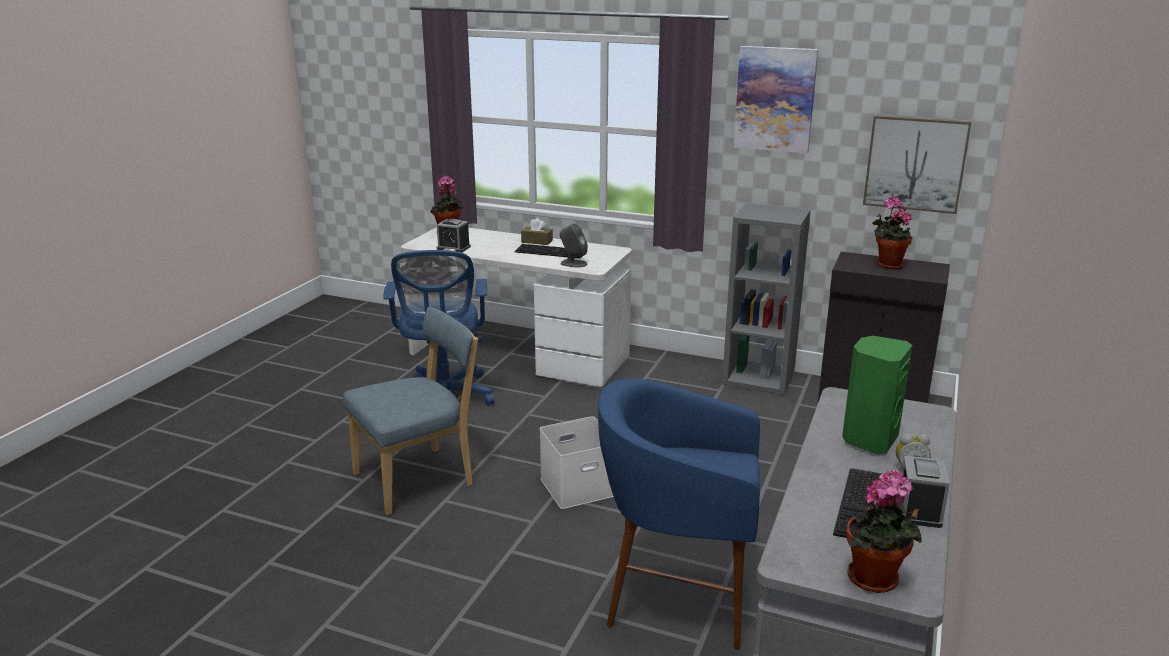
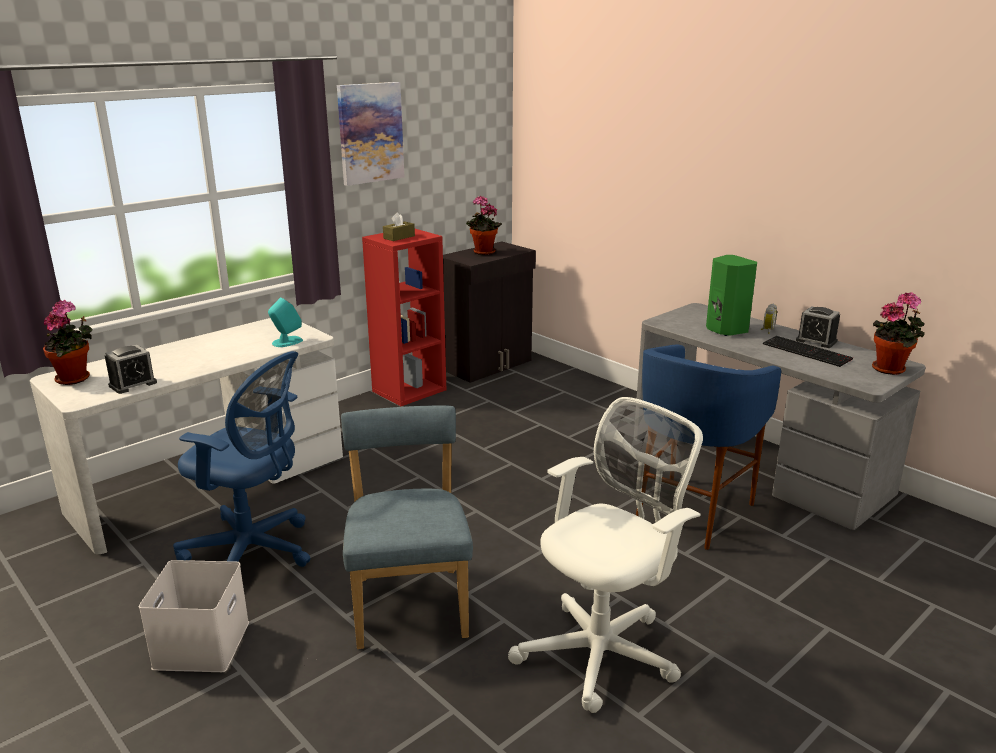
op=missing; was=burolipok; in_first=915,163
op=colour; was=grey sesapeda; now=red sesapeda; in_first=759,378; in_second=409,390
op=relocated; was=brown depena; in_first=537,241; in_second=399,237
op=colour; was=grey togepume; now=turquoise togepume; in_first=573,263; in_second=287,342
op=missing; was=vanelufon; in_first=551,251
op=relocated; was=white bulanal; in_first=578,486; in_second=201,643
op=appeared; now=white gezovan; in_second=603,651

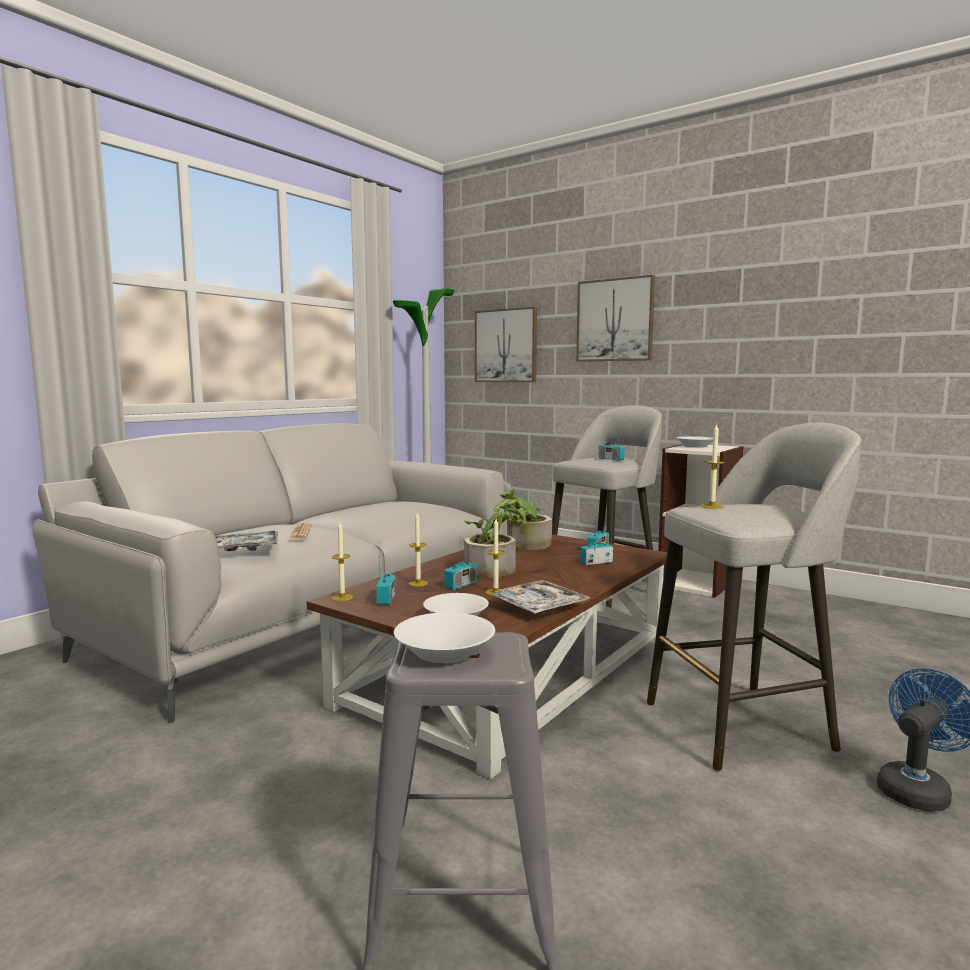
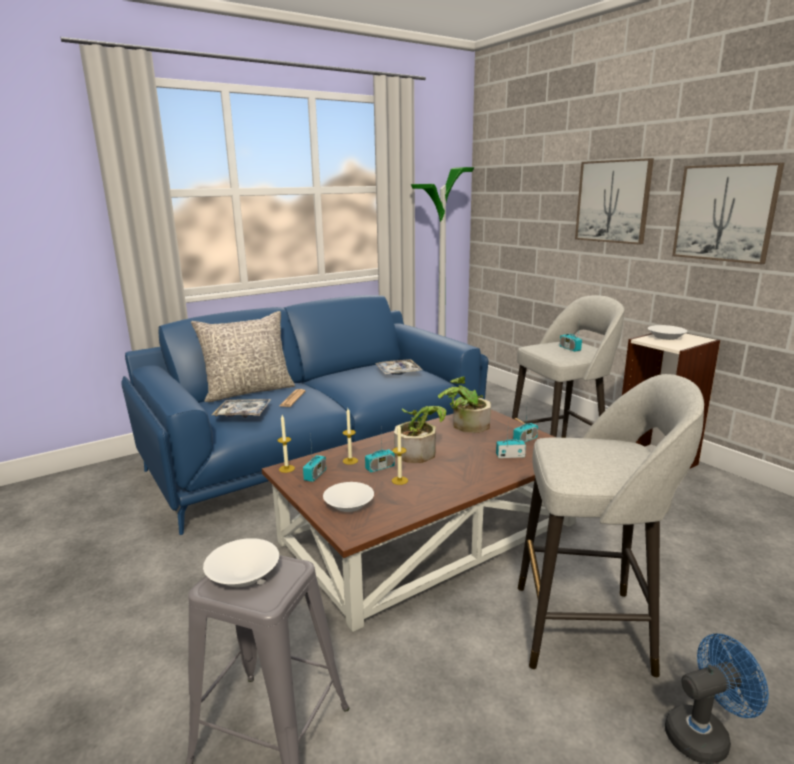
op=relocated; was=burolipok; in_first=506,346; in_second=725,213
op=colour; was=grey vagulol; now=blue vagulol; in_first=315,613; in_second=319,450
op=missing; was=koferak; in_first=712,506
op=relocated; was=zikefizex; in_first=538,606; in_second=398,372
op=appeared; now=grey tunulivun; in_second=248,391

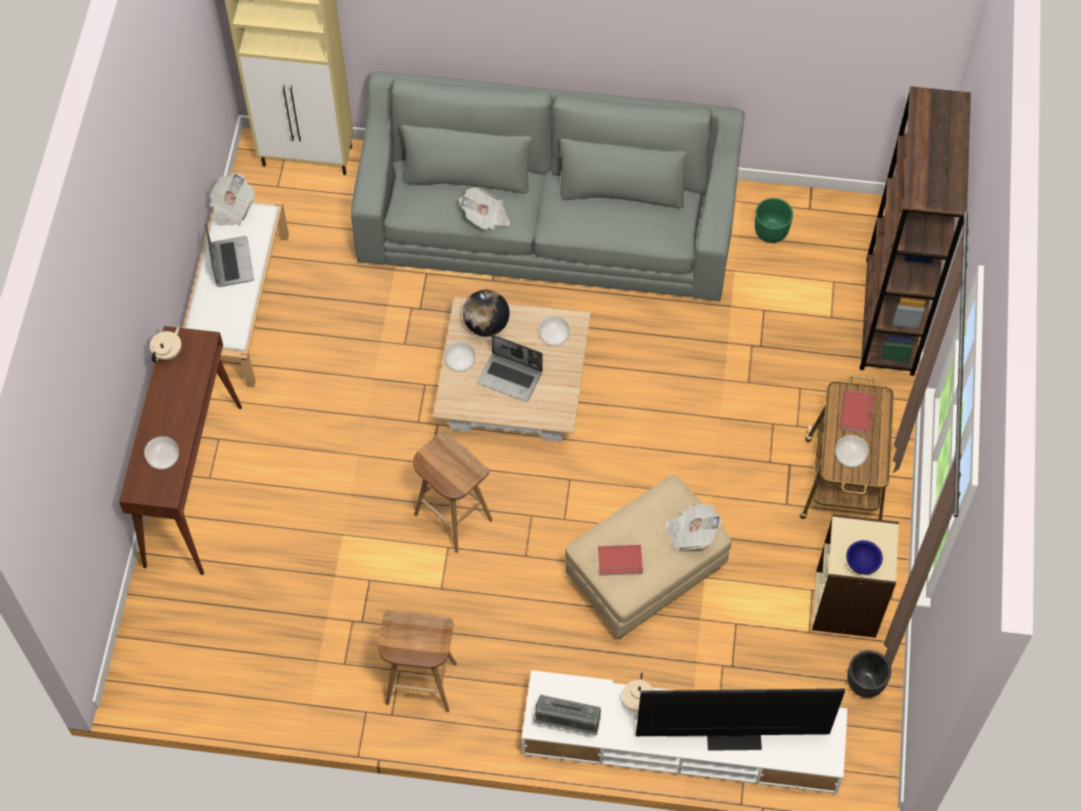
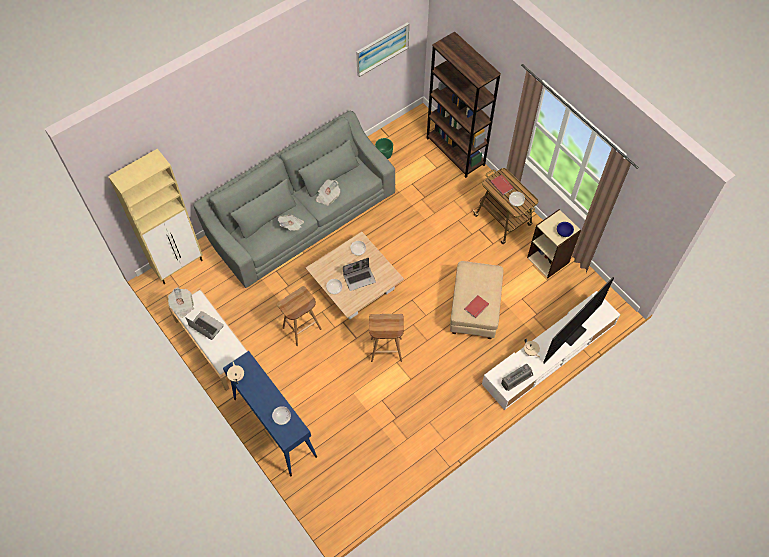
op=missing; was=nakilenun; in_first=486,325
op=colour; was=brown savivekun; now=blue savivekun; in_first=193,484; in_second=274,427
op=relocated; was=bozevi; in_first=691,533; in_second=327,196
op=relocated; was=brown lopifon; in_first=420,684; in_second=301,329
op=missing; was=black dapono; in_first=864,683
op=appeared; now=burolipok; in_second=382,49

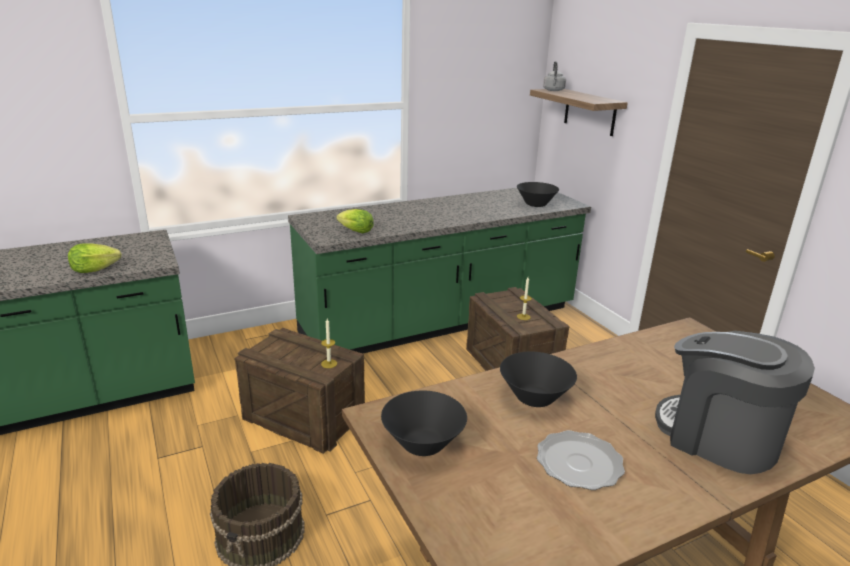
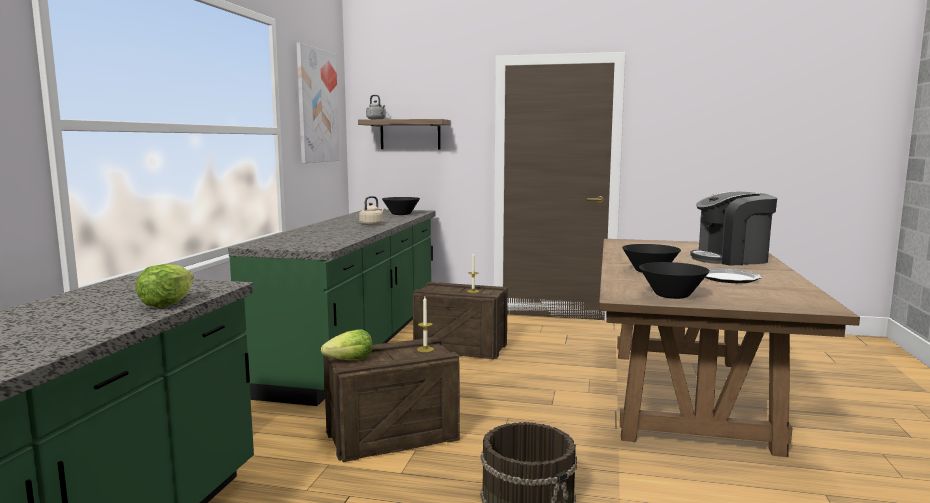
op=relocated; was=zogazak; in_first=356,231; in_second=350,360
op=appeared; now=burolipok; in_second=317,106
op=appeared; now=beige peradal; in_second=372,224

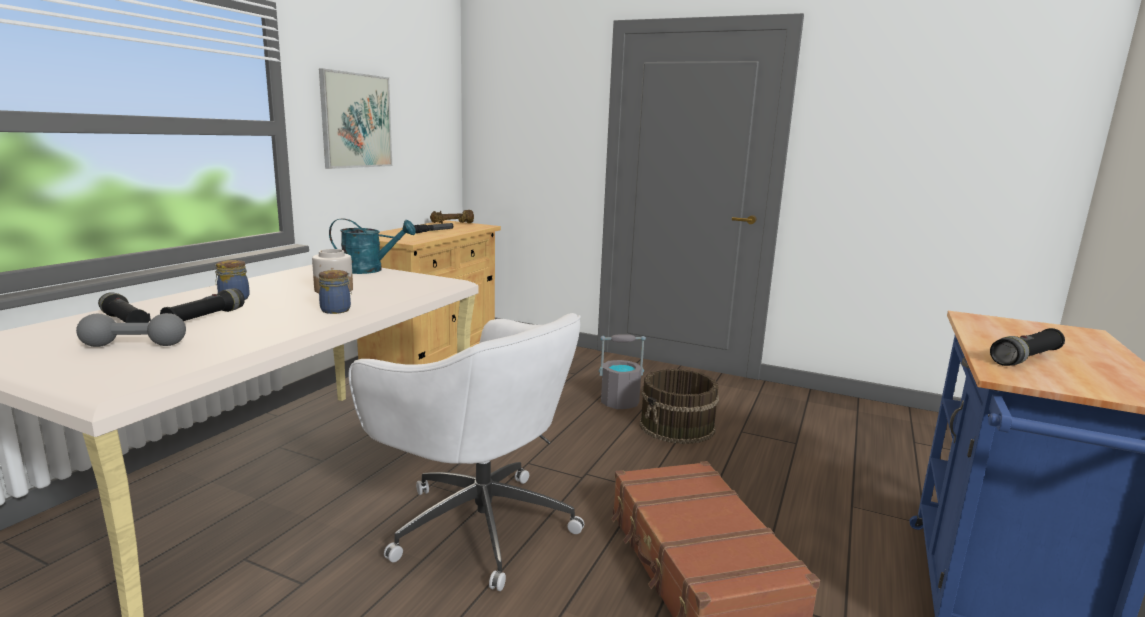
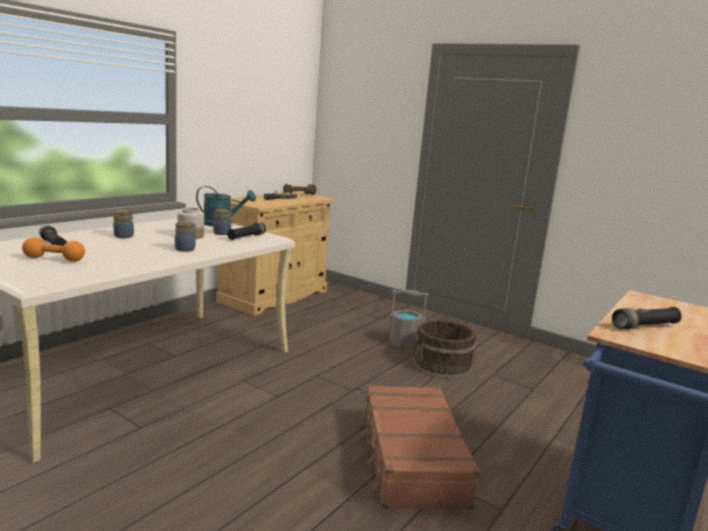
op=missing; was=burolipok; in_first=356,121
op=relocated; was=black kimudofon; in_first=205,317; in_second=246,237
op=colour; was=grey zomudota; now=orange zomudota; in_first=134,345; in_second=54,259
op=missing; was=white gezovan; in_first=478,523
op=appeared; now=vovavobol; in_second=223,233

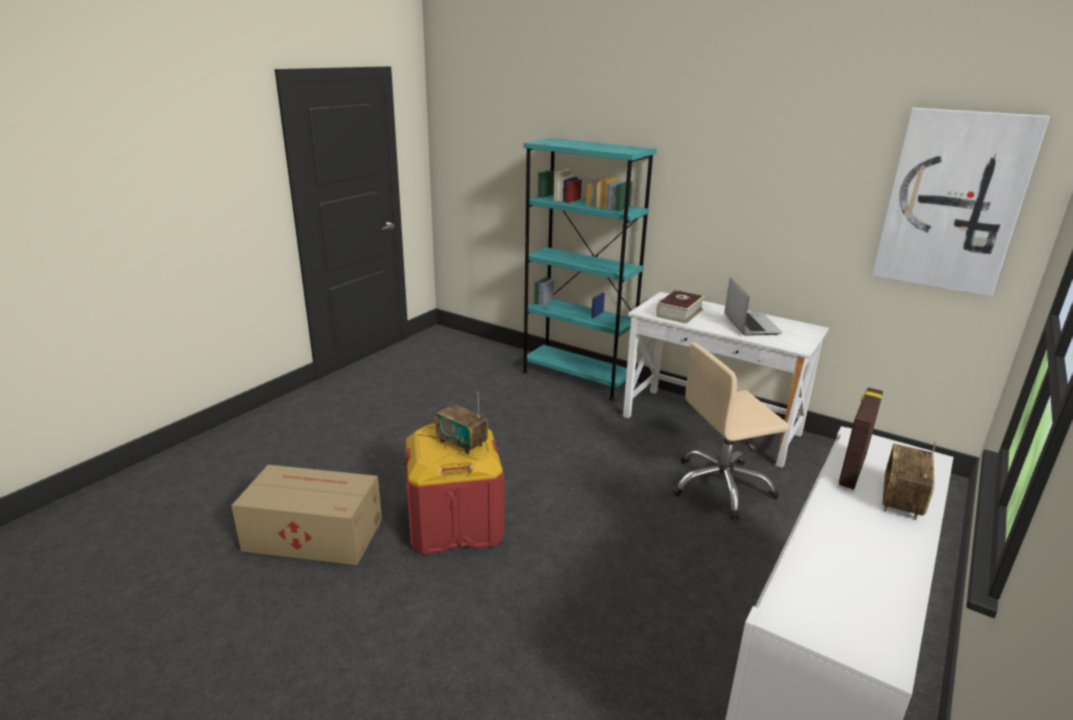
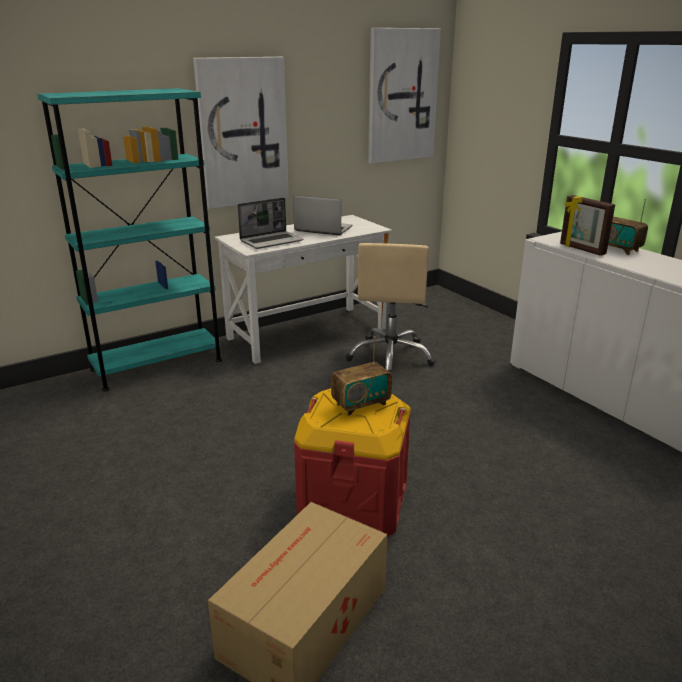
op=exchanged; was=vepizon; now=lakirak; in_first=679,313; in_second=272,241
op=appeared; now=burolipok; in_second=242,133

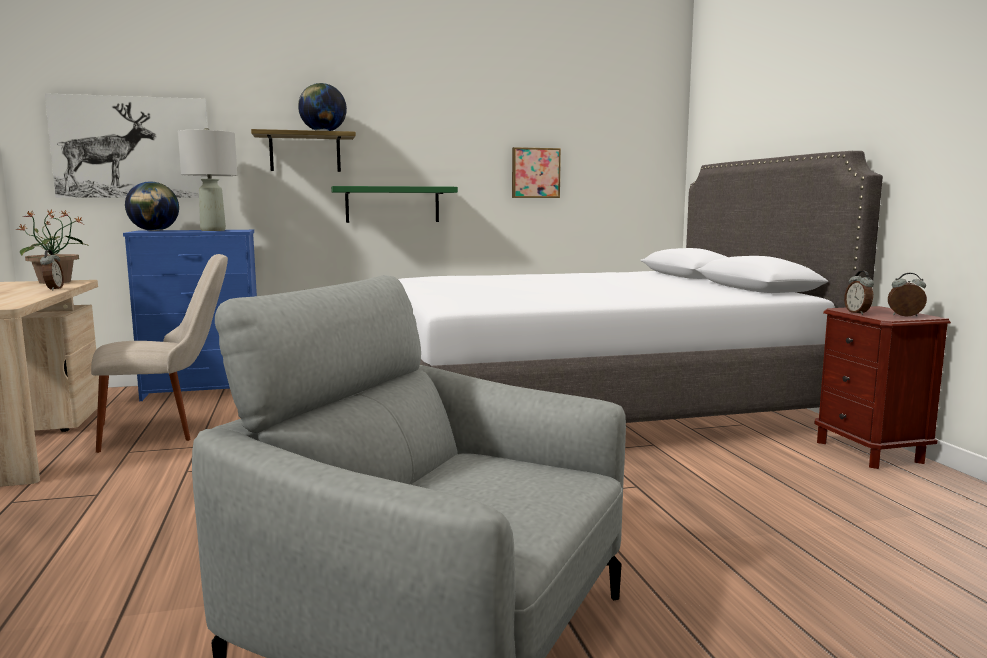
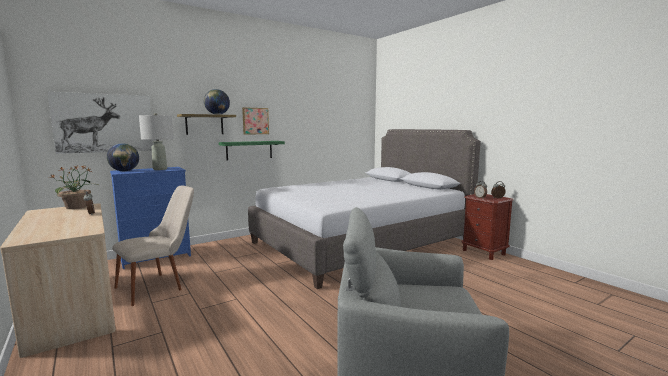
op=relocated; was=burolipok; in_first=535,173; in_second=255,121

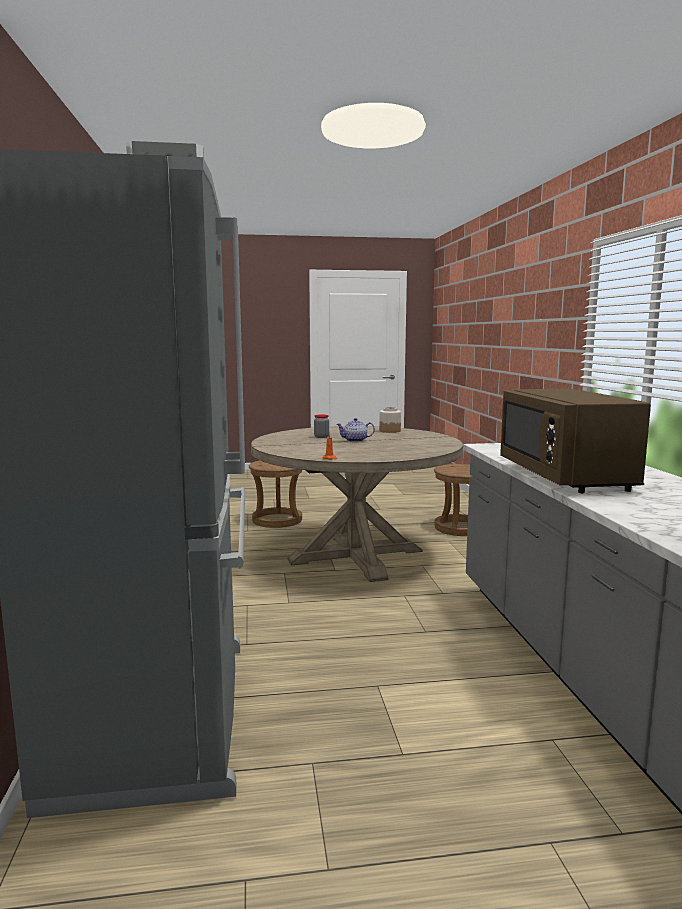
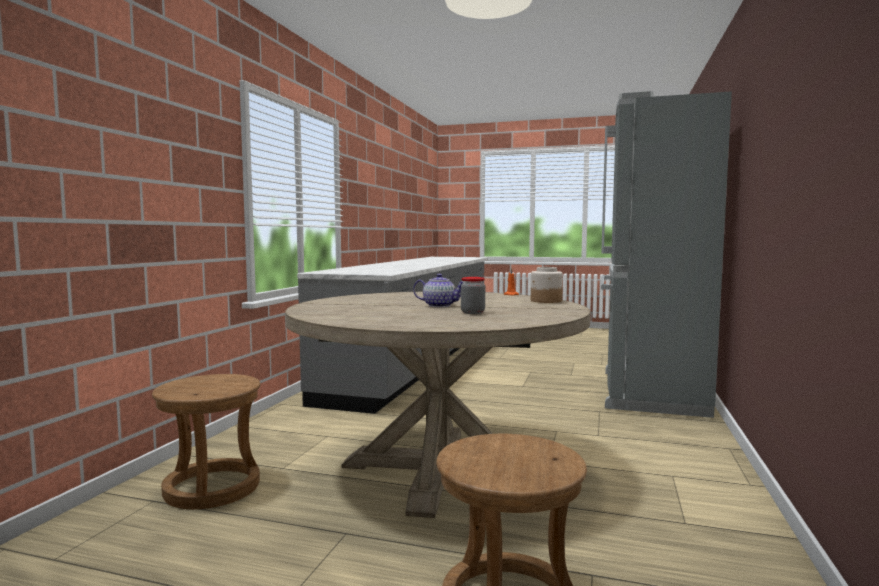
op=missing; was=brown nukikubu; in_first=565,476
op=relocated; was=vovavobol; in_first=390,431; in_second=546,301

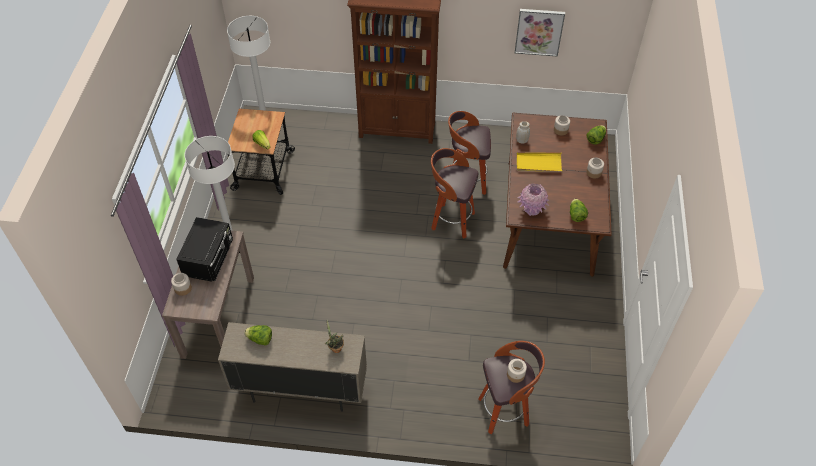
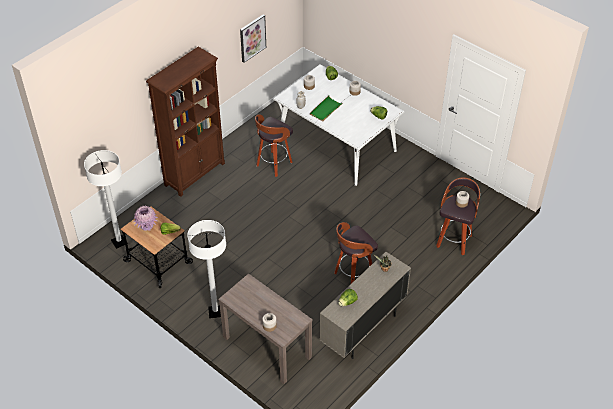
op=colour; was=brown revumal; now=white revumal; in_first=548,216; in_second=336,144
op=relocated; was=lopifon; in_first=451,221; in_second=353,276
op=colour; was=yellow zikefizex; now=green zikefizex; in_first=538,163; in_second=326,110
op=relocated; was=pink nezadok; in_first=531,209; in_second=146,226
op=missing; was=black nukikubu; in_first=209,259

